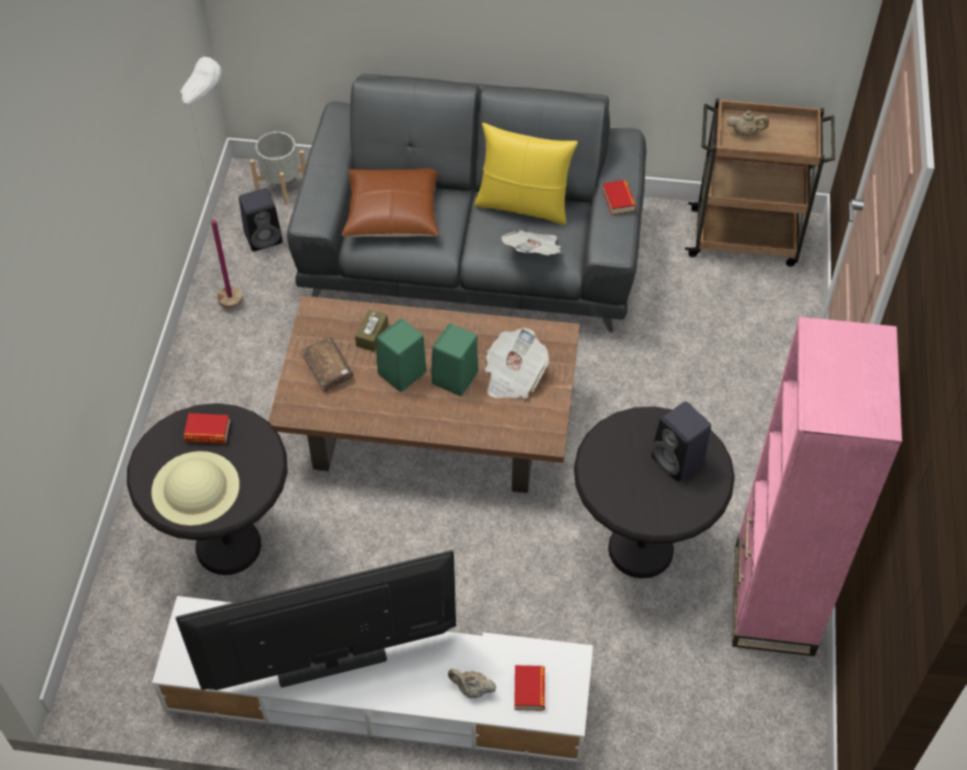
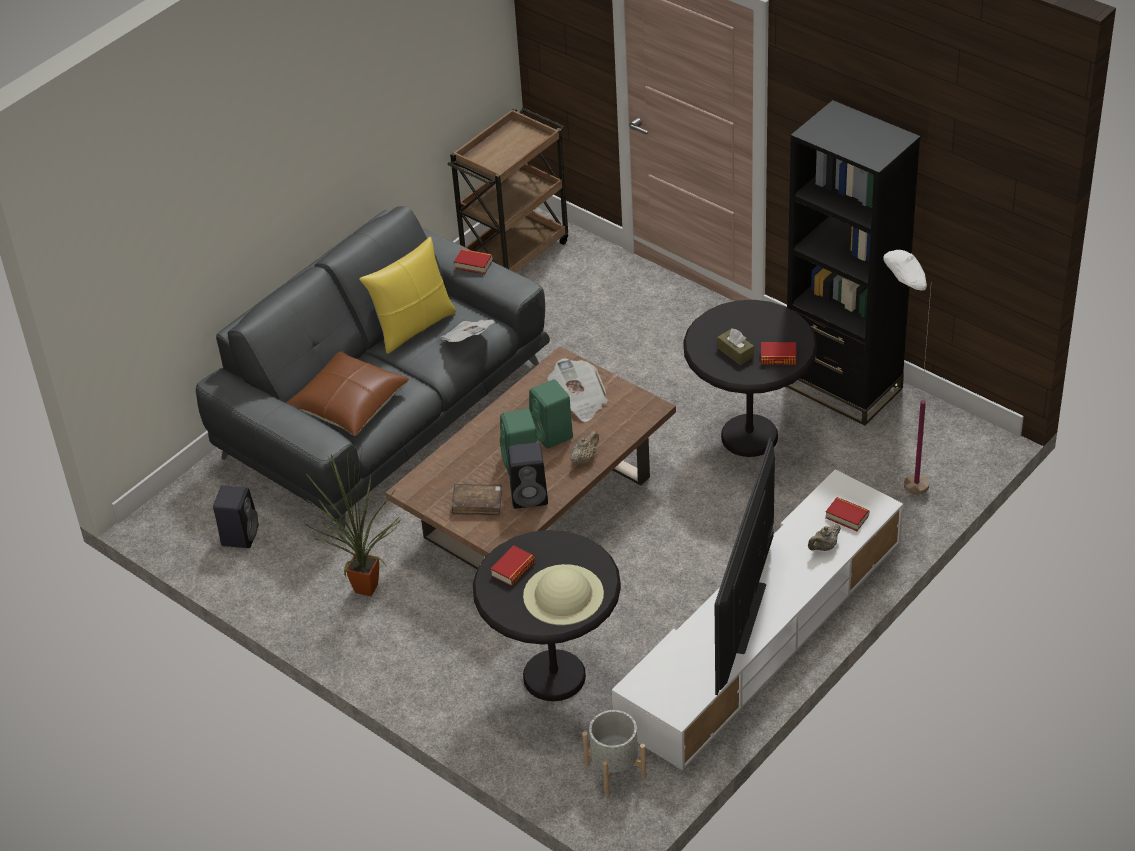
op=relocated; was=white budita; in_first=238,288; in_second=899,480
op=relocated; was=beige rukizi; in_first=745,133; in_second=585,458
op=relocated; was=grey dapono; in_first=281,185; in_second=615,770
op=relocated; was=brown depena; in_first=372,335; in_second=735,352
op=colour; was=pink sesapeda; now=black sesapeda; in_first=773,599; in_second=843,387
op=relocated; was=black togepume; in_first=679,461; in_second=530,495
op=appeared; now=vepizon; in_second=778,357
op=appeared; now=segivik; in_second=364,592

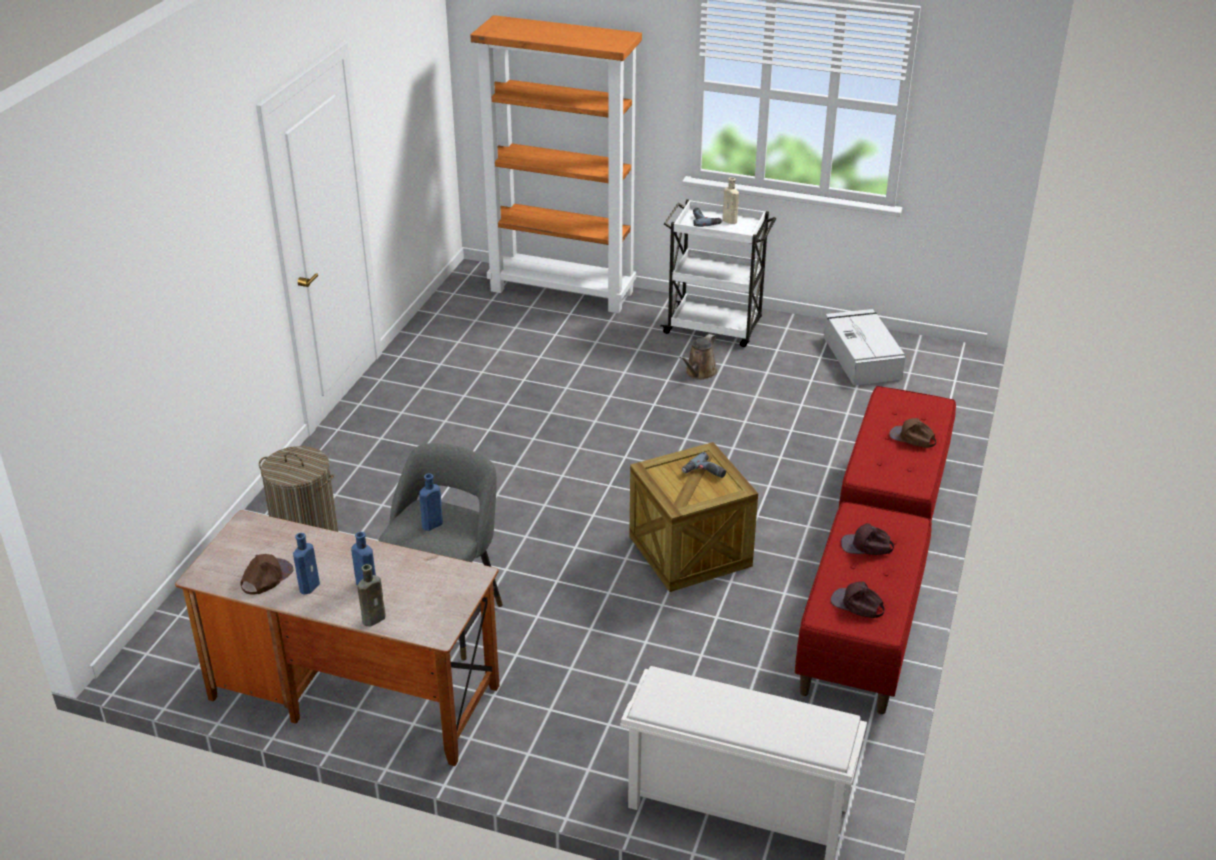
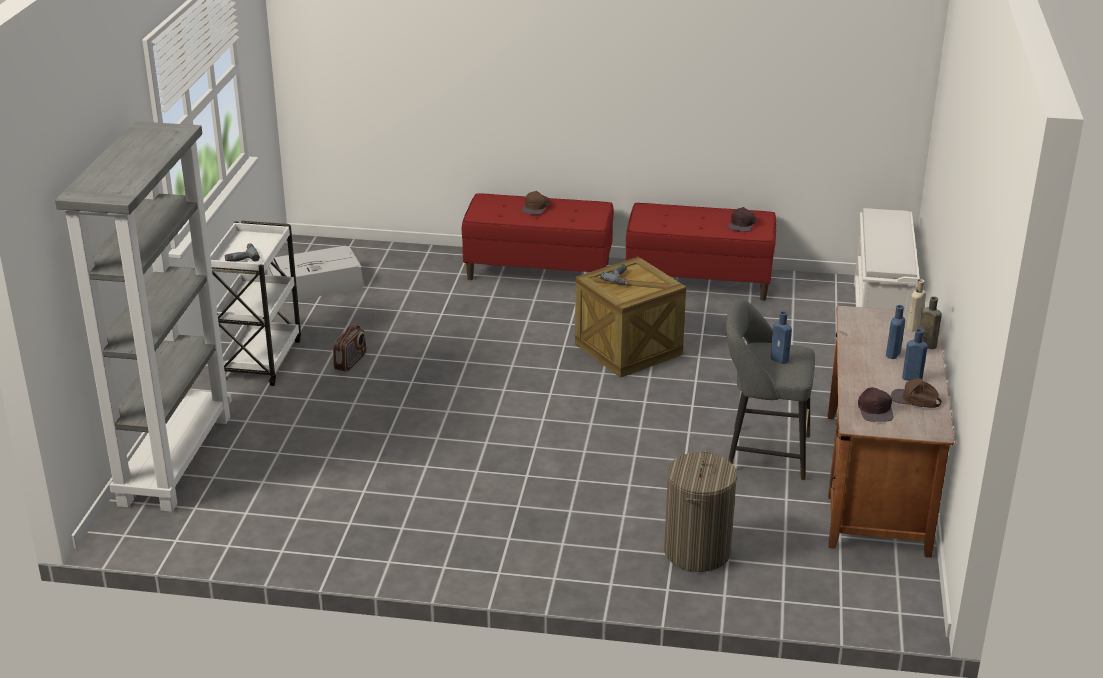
op=colour; was=orange sesapeda; now=grey sesapeda; in_first=563,291; in_second=175,458
op=relocated; was=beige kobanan; in_first=730,221; in_second=914,326
op=exchanged; was=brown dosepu; now=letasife; in_first=699,373; in_second=350,362
op=relocated; was=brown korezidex; in_first=866,546; in_second=875,409

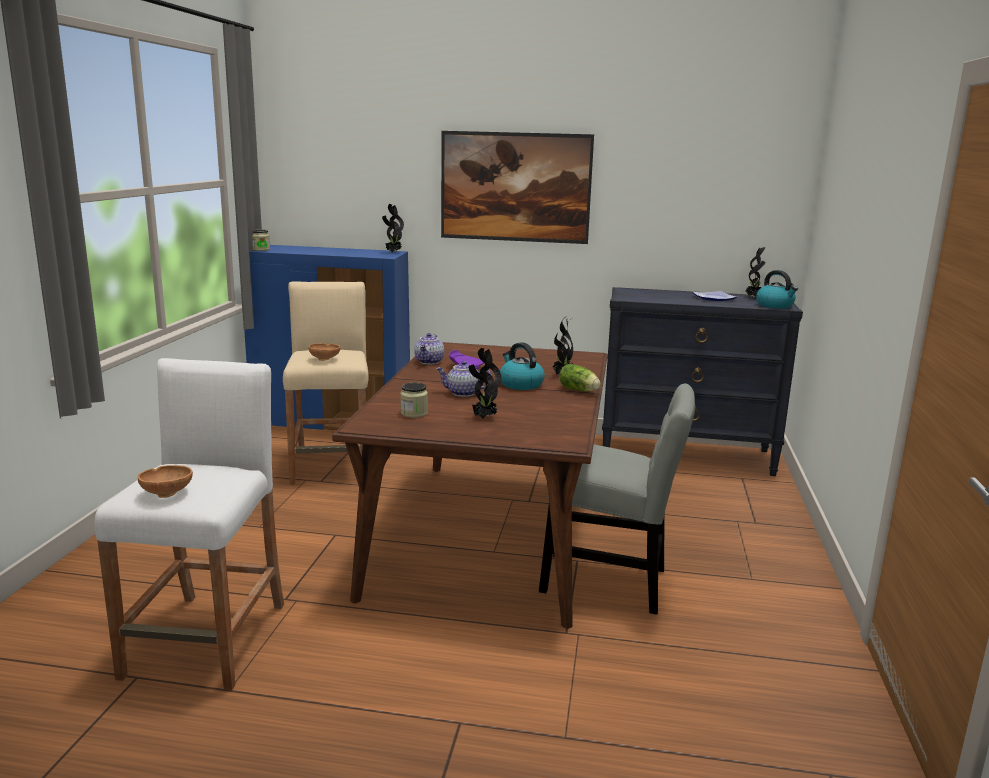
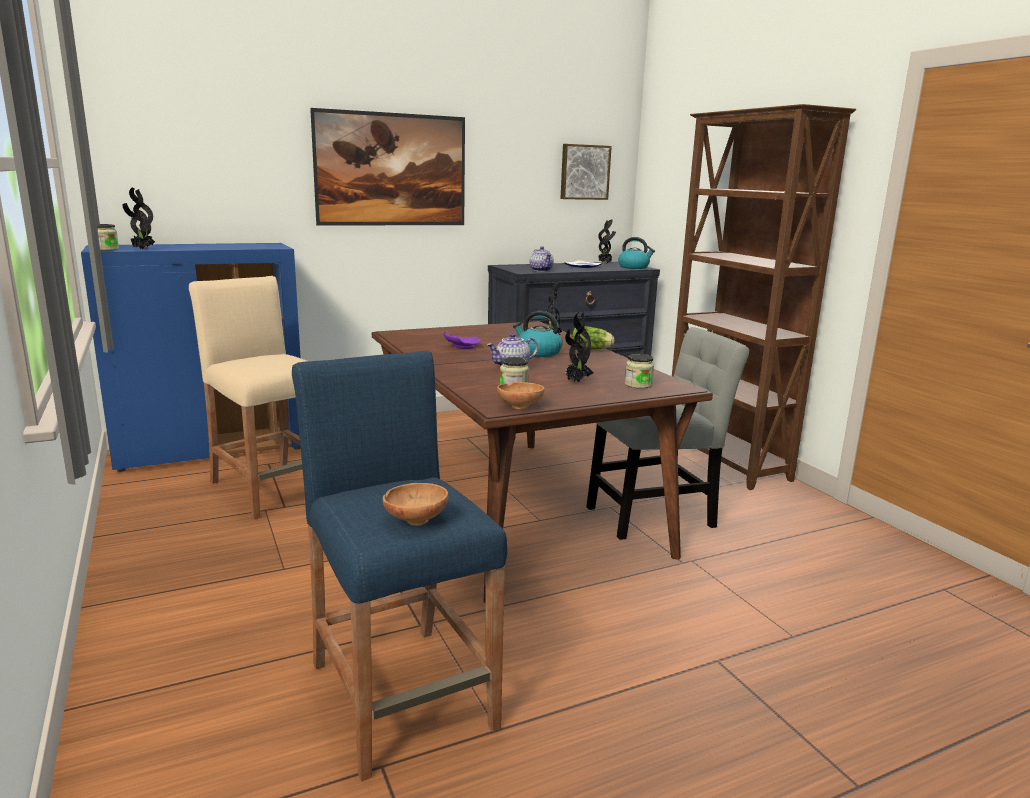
op=relocated; was=segivik; in_first=393,252; in_second=142,249
op=relocated; was=rukizi; in_first=430,362; in_second=541,270
op=relocated; was=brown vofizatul; in_first=325,359; in_second=520,406
op=colour; was=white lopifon; now=blue lopifon; in_first=208,640; in_second=401,695
op=appeared; now=brown sesapeda; in_second=725,462
op=appeared; now=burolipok; in_second=584,172
op=appeared; now=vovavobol; in_second=638,385

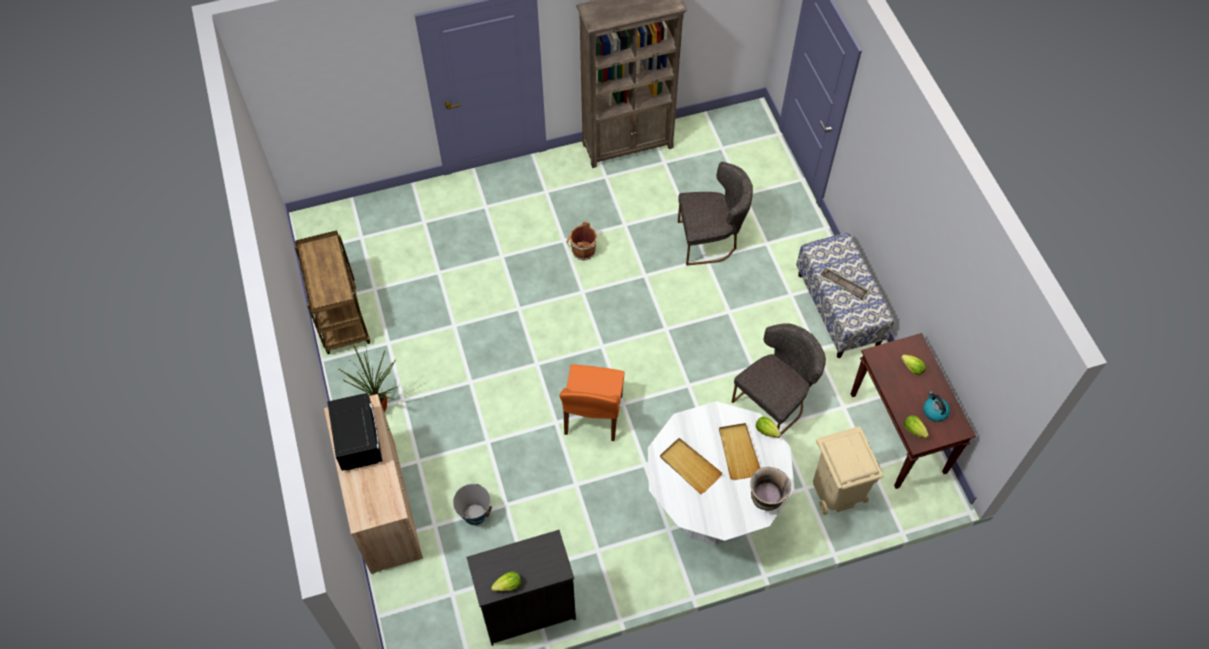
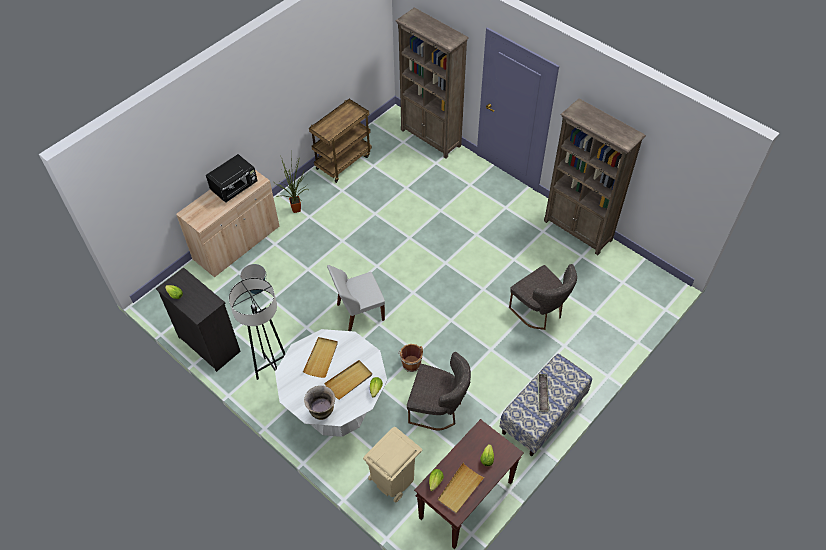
op=relocated; was=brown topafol; in_first=582,251; in_second=411,363
op=colour; was=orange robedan; now=white robedan; in_first=592,416; in_second=359,312
op=exchanged; was=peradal; now=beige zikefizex; in_first=934,411; in_second=460,489
op=appeared; now=brown sesapeda; in_second=431,138
op=appeared; now=grey budita; in_second=272,370

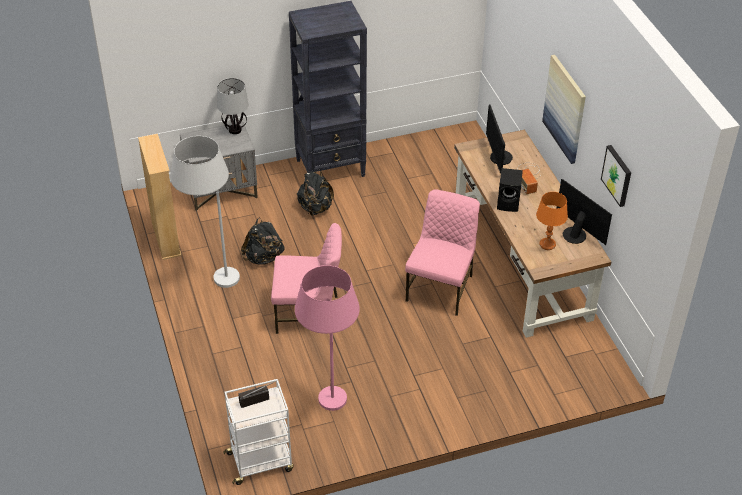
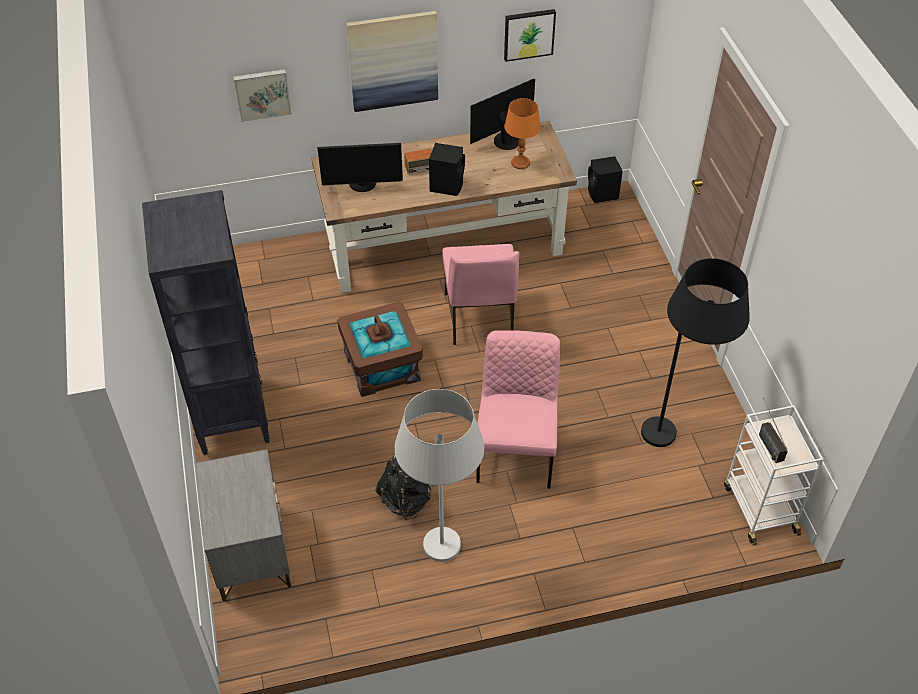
op=missing; was=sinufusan; in_first=234,130
op=missing; was=beige sesapeda; in_first=166,239
op=missing; was=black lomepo; in_first=315,208
op=spun; was=pink robedan; in_first=441,287; in_second=479,318; clockwise=-120
op=colour; was=pink budita; now=black budita; in_first=329,412; in_second=678,436
op=appeared; now=burolipok; in_second=262,93
op=appeared; now=black togepume; in_second=603,194
op=appeared; now=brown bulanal; in_second=382,366

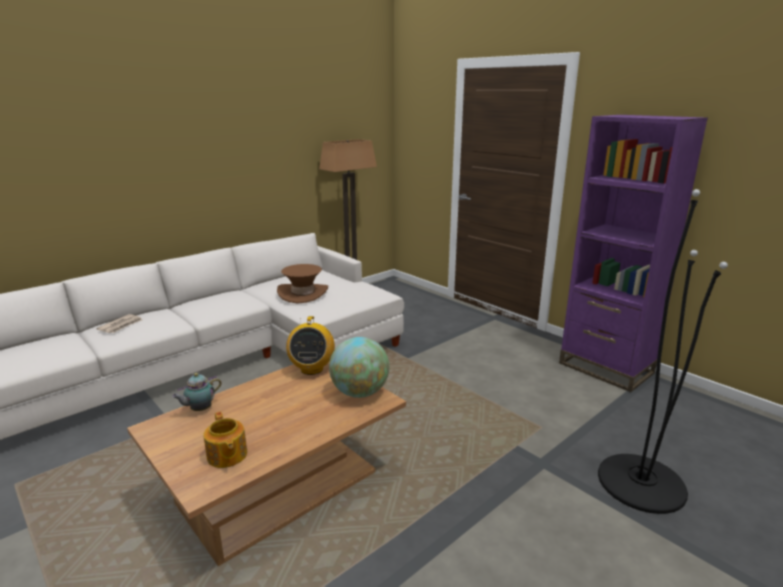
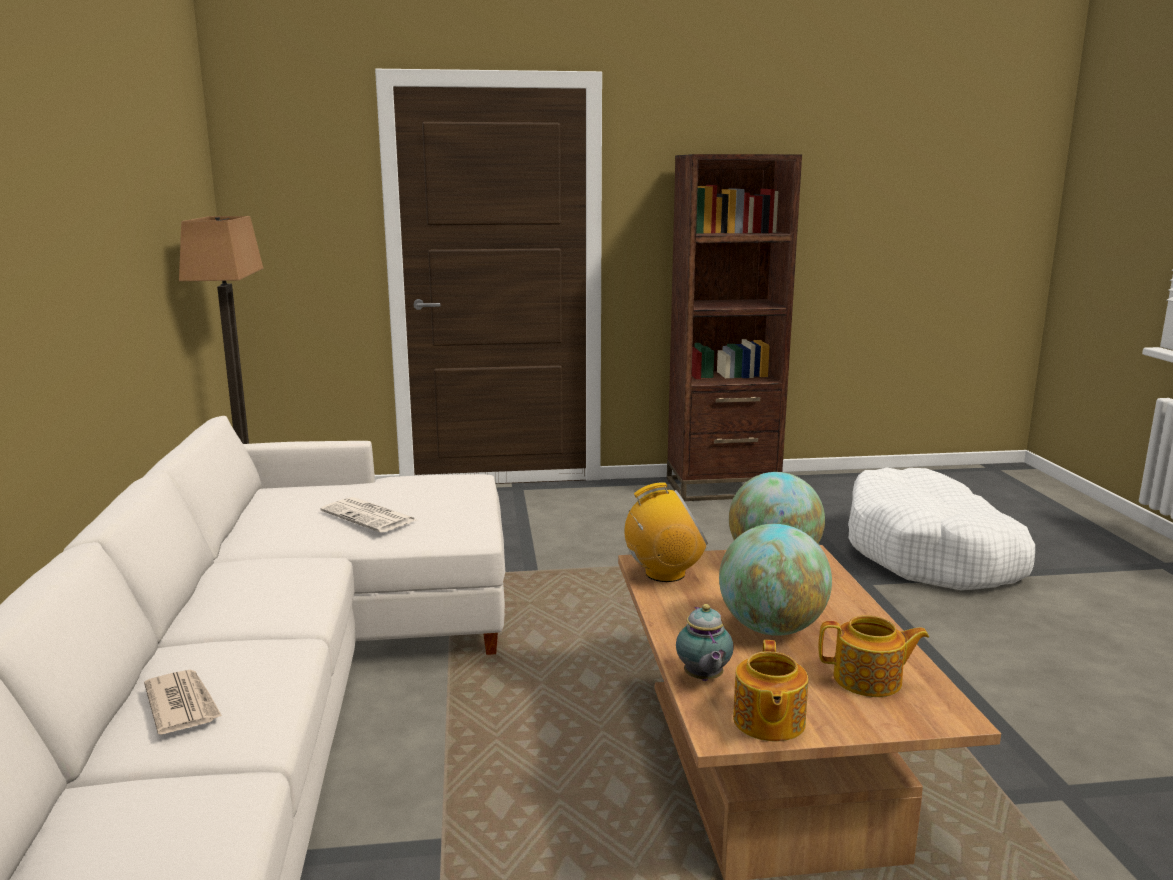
op=colour; was=purple sesapeda; now=brown sesapeda; in_first=605,368; in_second=722,487
op=exchanged; was=black budita; now=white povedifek; in_first=641,482; in_second=931,553
op=exchanged; was=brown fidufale; now=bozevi; in_first=303,293; in_second=370,516
op=spun; was=letasife; in_first=312,369; in_second=664,574; clockwise=-45
op=appeared; now=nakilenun; in_second=772,629
op=appeared; now=rukizi; in_second=767,722

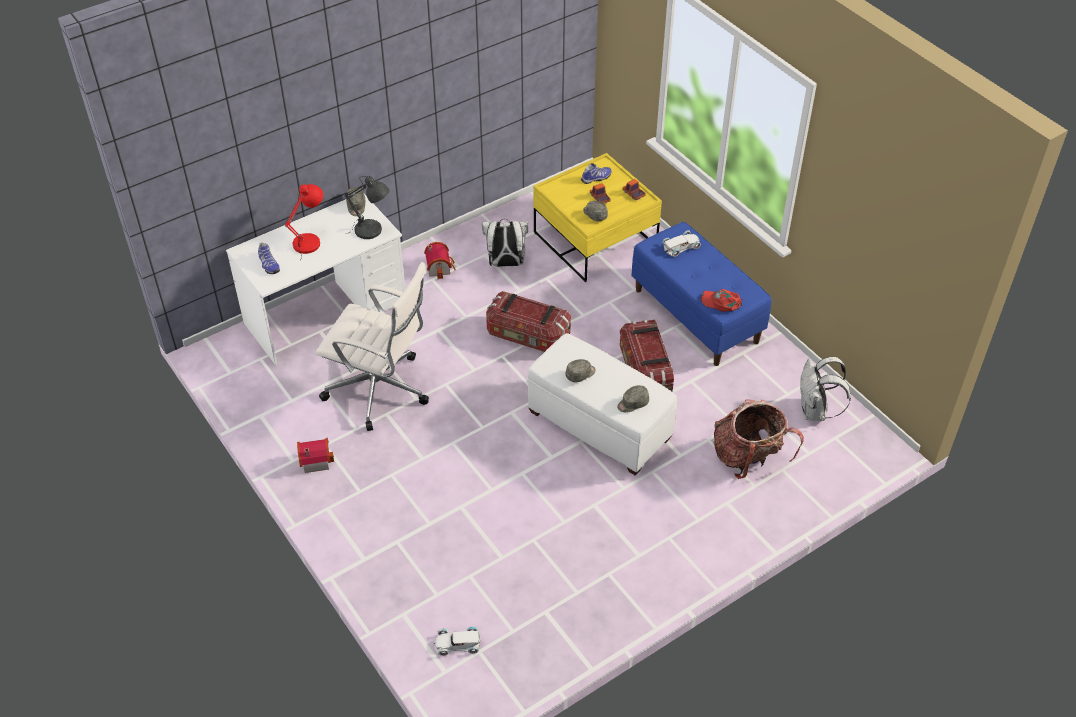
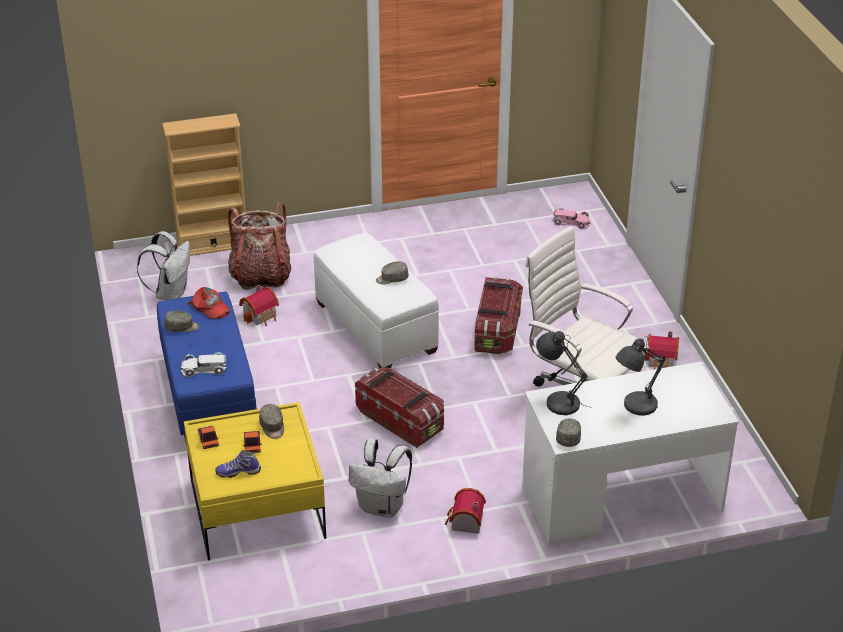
op=colour; was=red sinufusan; now=grey sinufusan; in_first=309,242; in_second=636,406
op=missing; was=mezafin; in_first=268,264
op=relocated; was=bulanal; in_first=645,372; in_second=497,330
op=relocated; was=grey korezidex; in_first=632,403; in_second=182,327
op=colour; was=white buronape; now=pink buronape; in_first=457,643; in_second=571,222
op=appeared; now=beige sesapeda; in_second=213,245
op=appeared; now=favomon; in_second=261,315

